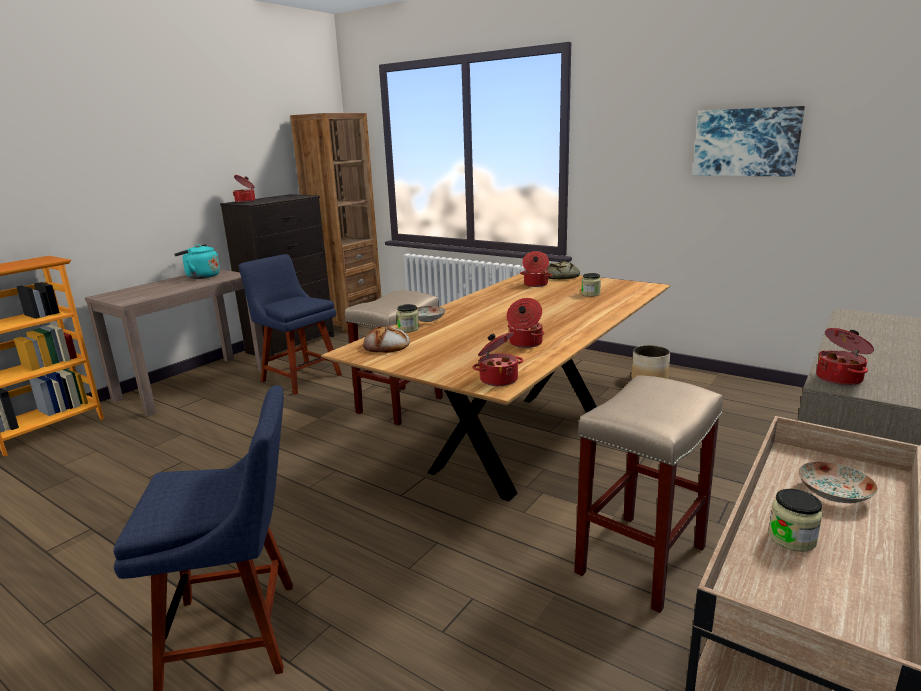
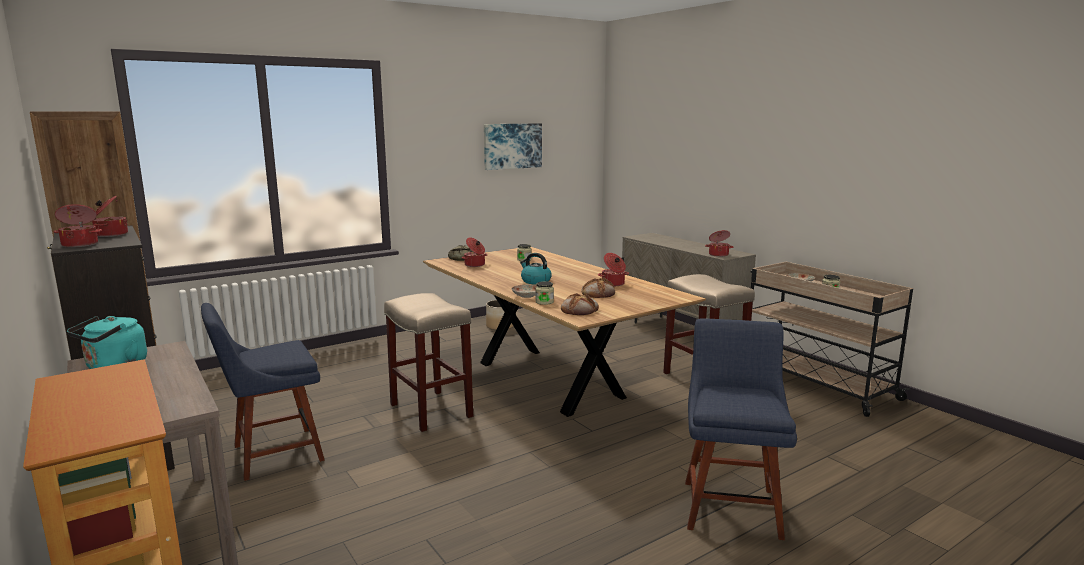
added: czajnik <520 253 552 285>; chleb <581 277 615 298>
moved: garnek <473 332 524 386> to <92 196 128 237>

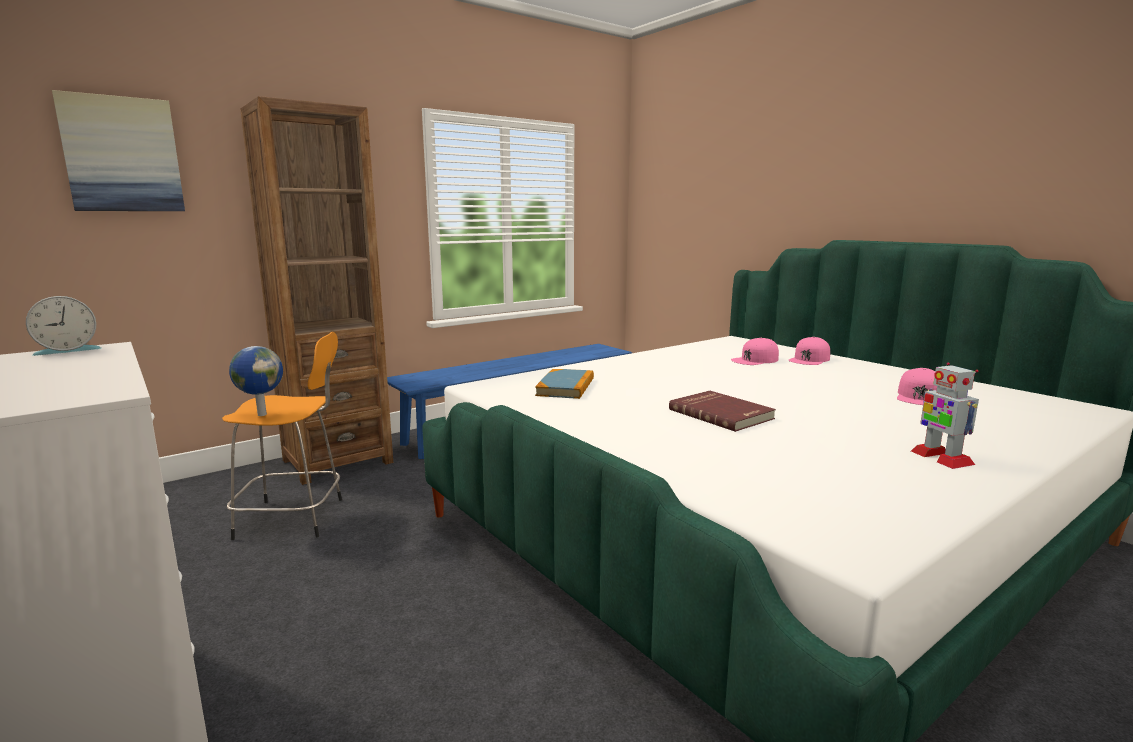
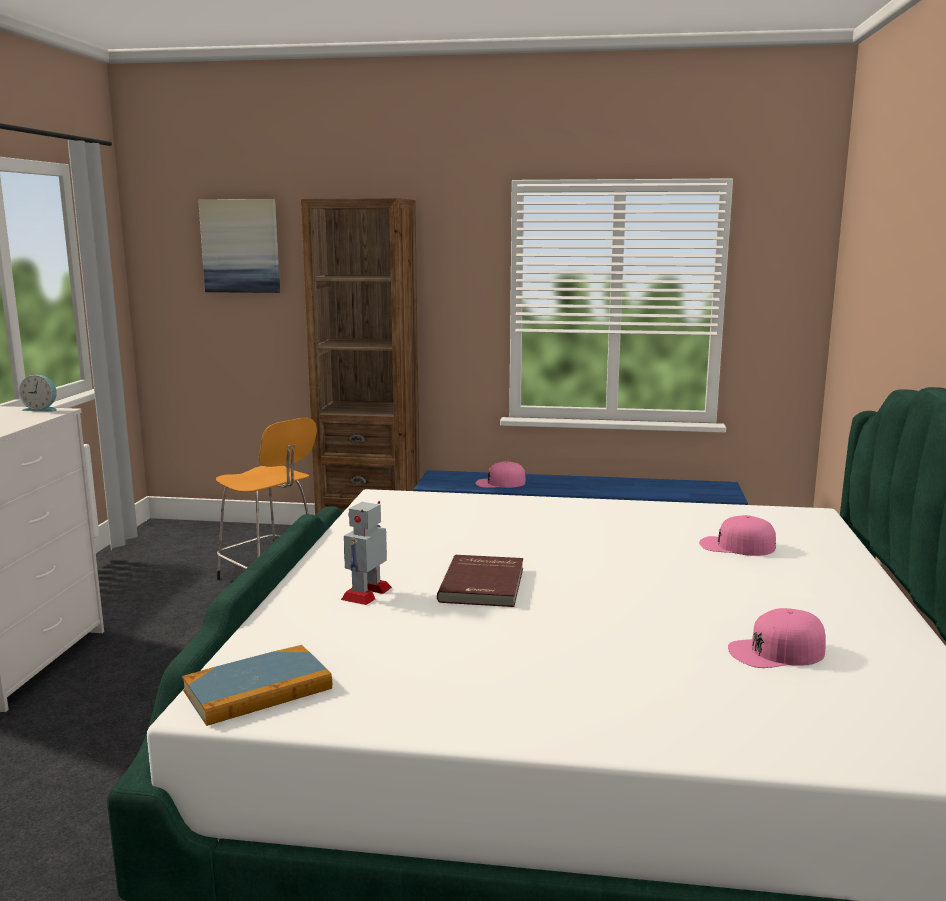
removed: globus <229 346 283 416>
moved: czapka z daszkiem [różowy] <789 337 830 365> to <475 461 526 488>; robot zabawkowy <911 363 979 469> to <341 501 392 605>; książka <535 369 594 399> to <182 645 332 726>

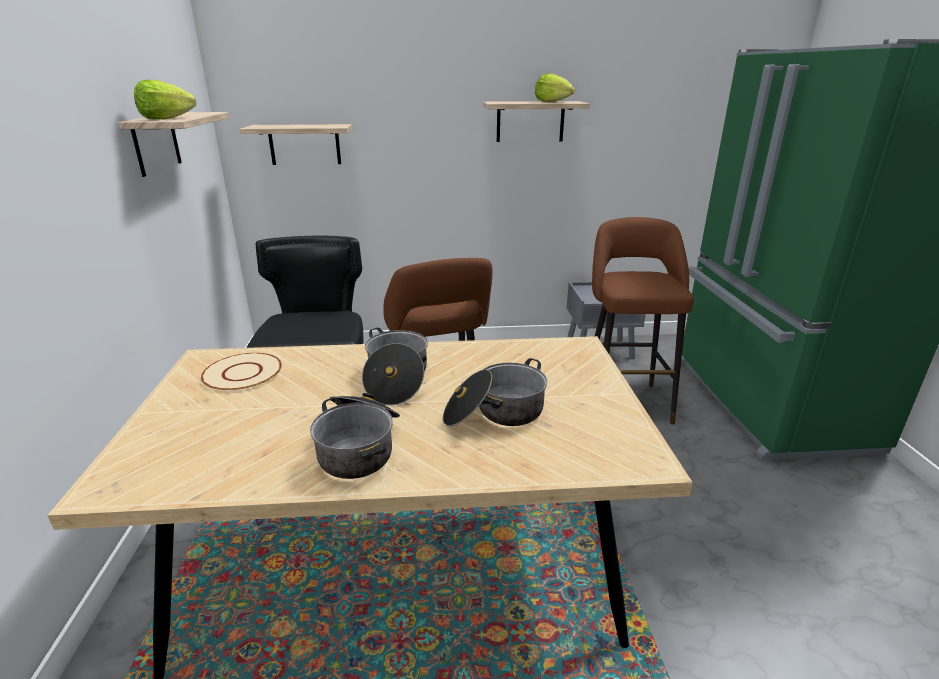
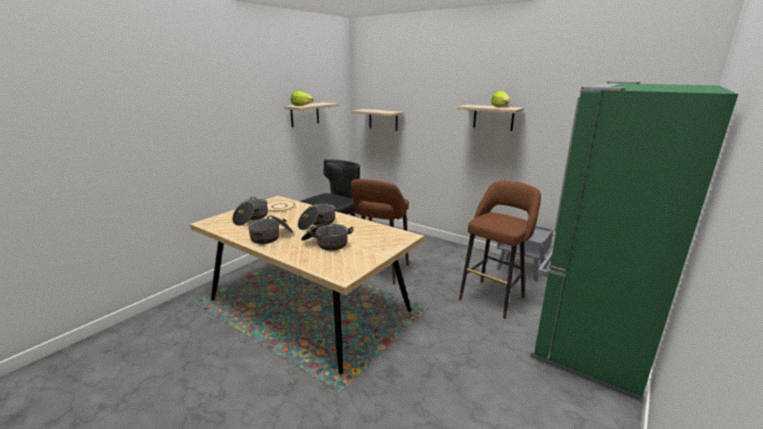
added: garnek <232 197 268 226>

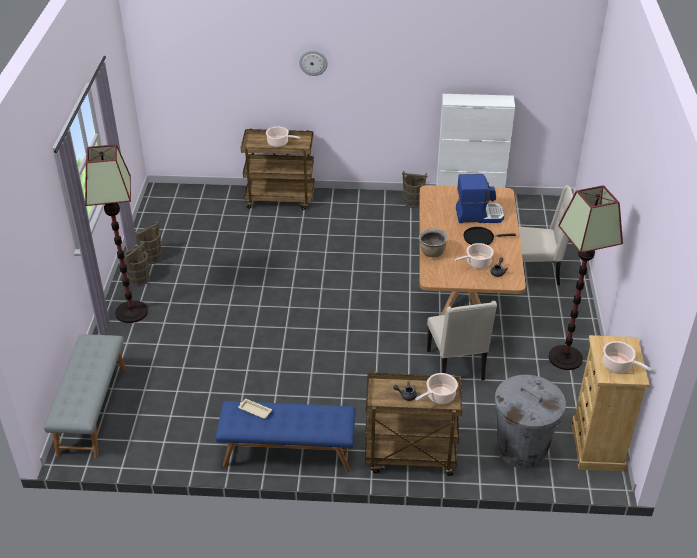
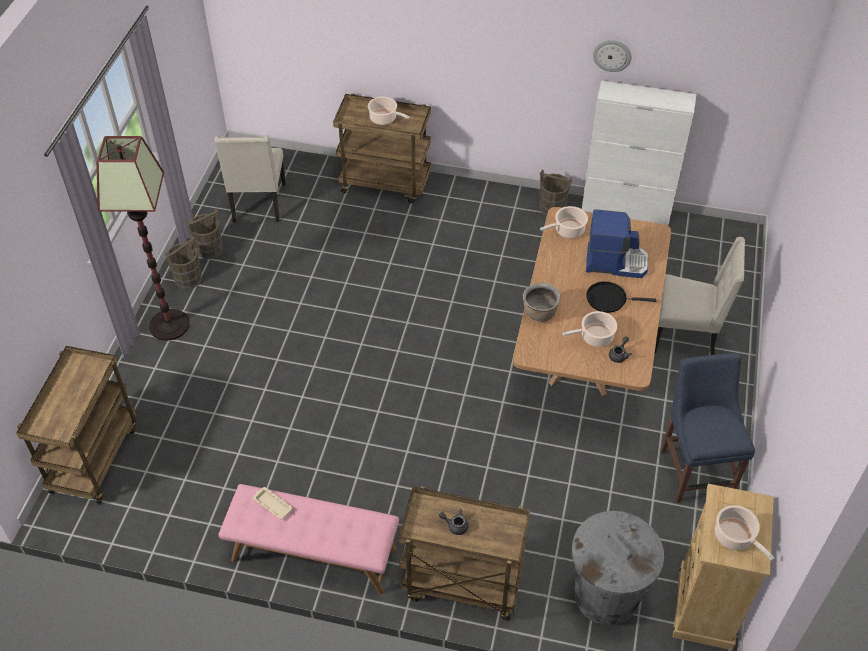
moved: zegar ścienny <299 50 328 76> to <593 40 632 72>; krzesło [beżowy] <427 301 497 380> to <214 136 286 222>; garnek <415 373 458 404> to <540 206 588 239>
replaced: lampa stojąca <549 185 623 370> to krzesło [niebieski] <661 353 755 503>; ławka [szary] <44 334 126 459> to wózek [brązowy] <16 346 136 504>
recoloured: ławka [niebieski] <216 401 356 472> to ławka [różowy] <219 484 399 594>

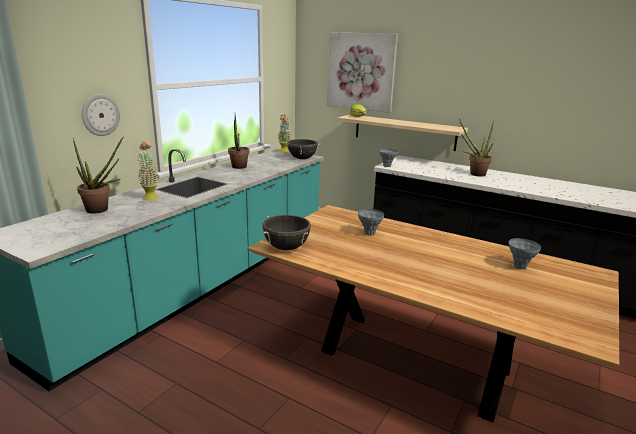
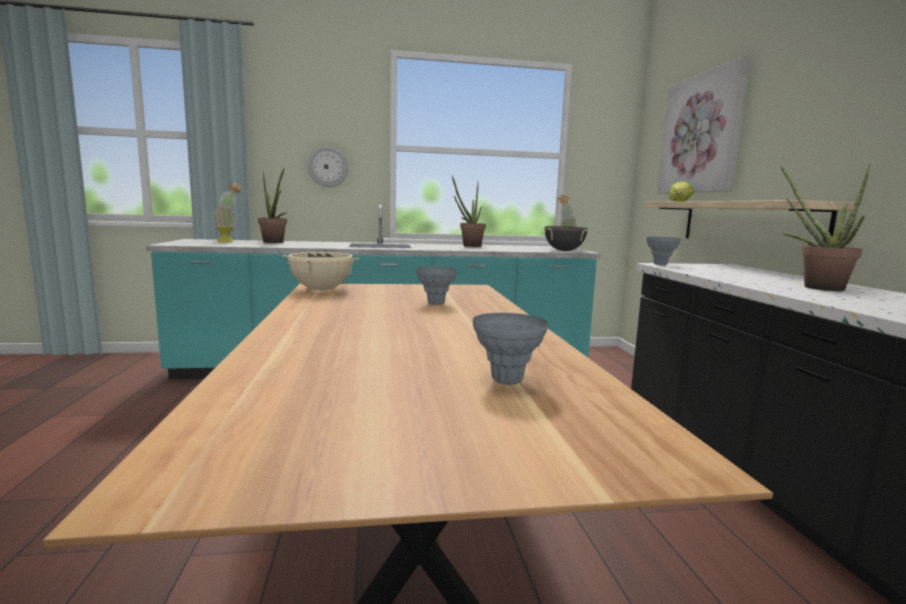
moved: roślina doniczkowa <138 141 159 201> to <214 183 241 243>
recoloured: garnek [czarny] <262 215 311 250> to garnek [beżowy] <283 252 360 290>

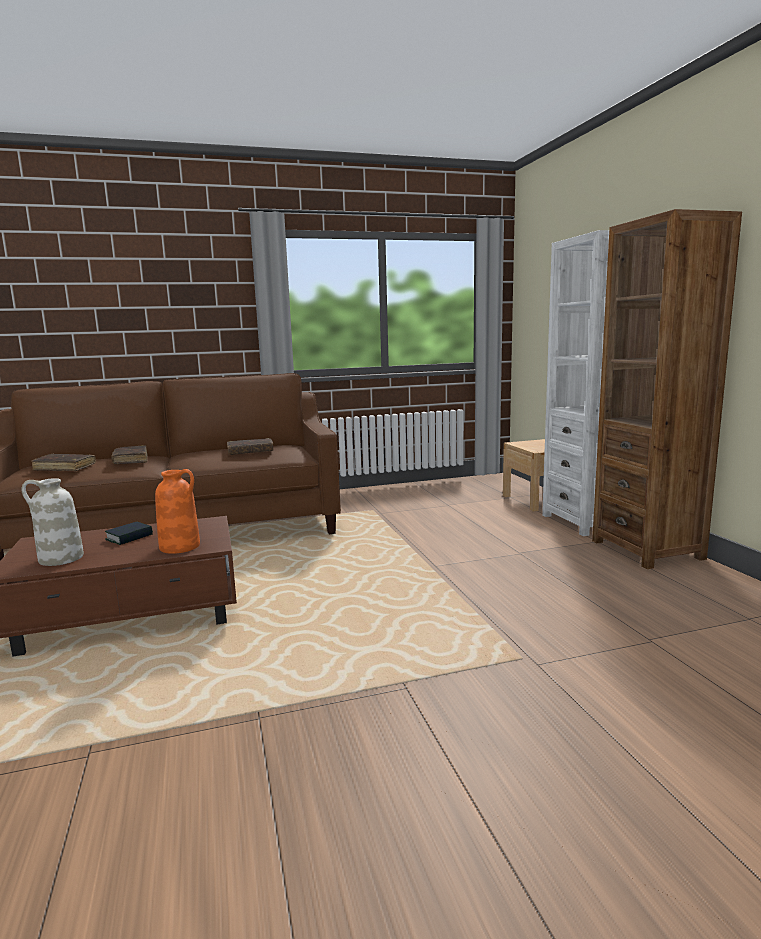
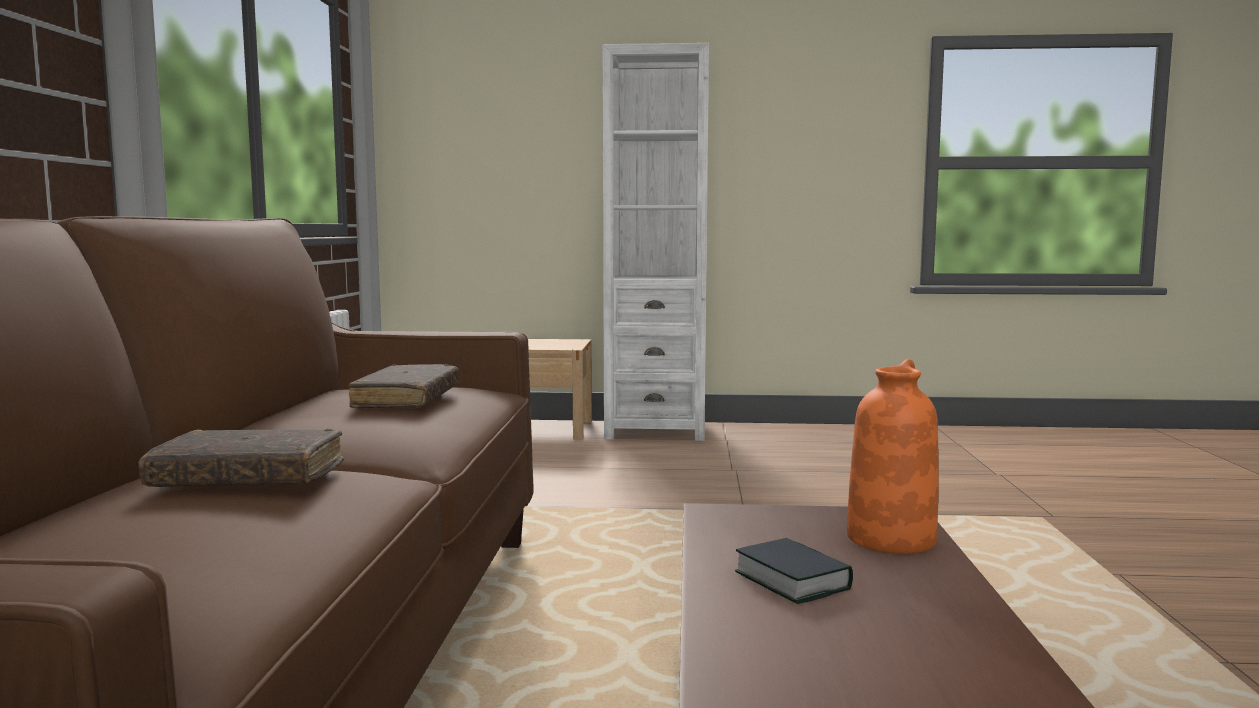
removed: regał [brązowy] <592 209 742 569>; książka [brązowy] <31 454 96 471>; wazon [biały] <21 478 84 566>

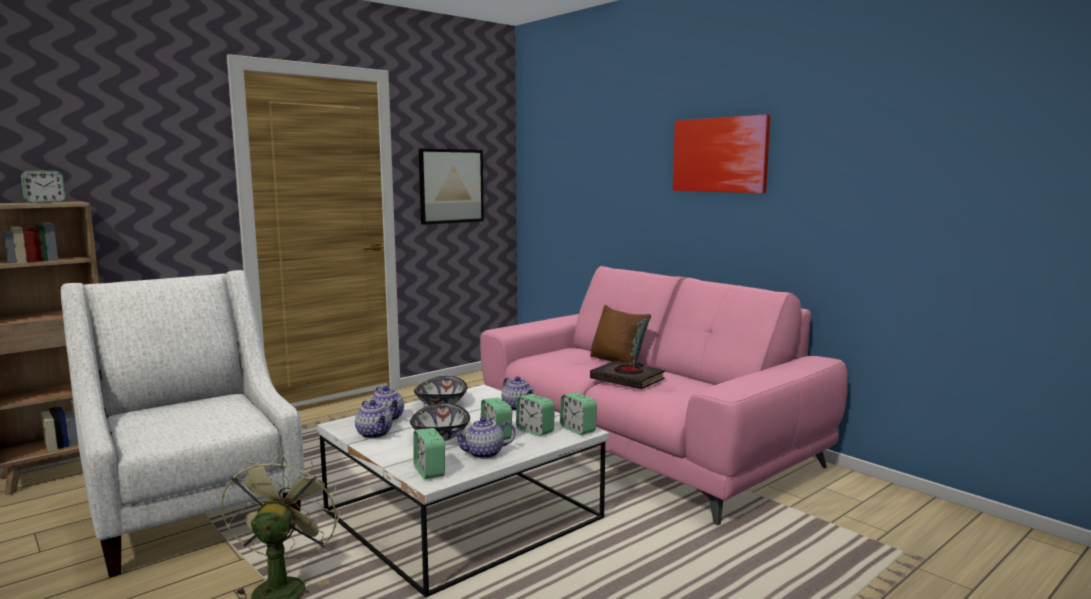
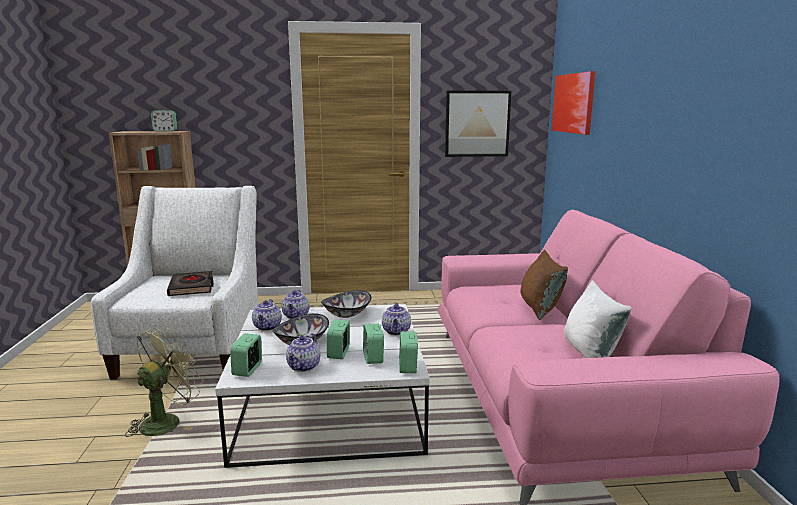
added: poduszka [biały] <564 280 632 358>
moved: obraz <673 114 770 193> to <552 71 595 135>; książka [czarny] <590 361 665 389> to <167 271 213 296>
turned: imbryk <451 417 516 459> = <286 333 320 372> 90 degrees counterclockwise

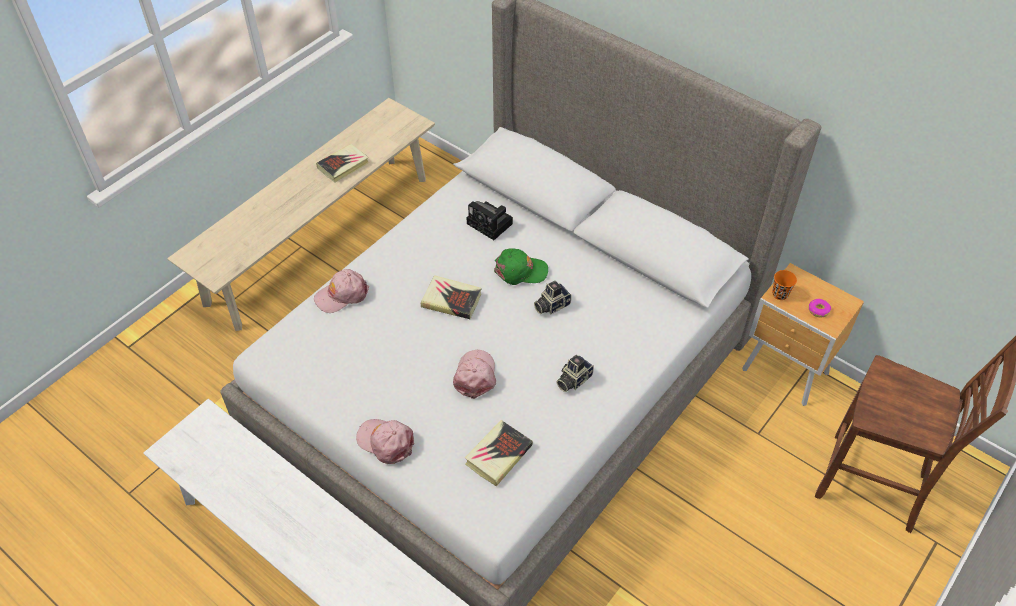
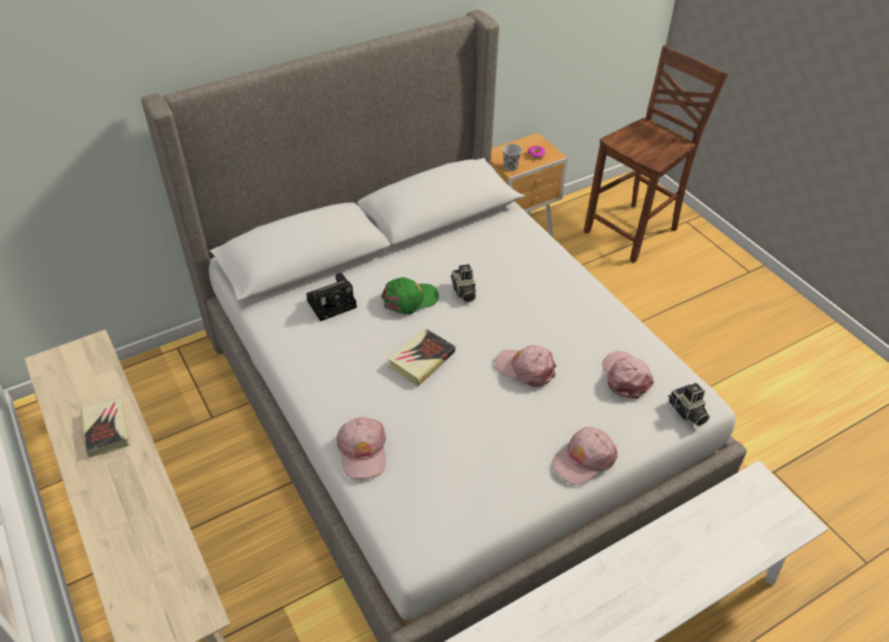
moved: aparat fotograficzny <557 355 594 392> to <668 383 710 426>
replaced: książka <465 420 533 487> to czapka z daszkiem [różowy] <602 351 654 399>
recoloured: filiżanka [pomarańczowy] <772 270 797 300> to filiżanka [czarny] <503 144 522 171>
turned: czapka z daszkiem [zielony] <494 248 548 285> = <381 277 439 315> 45 degrees clockwise

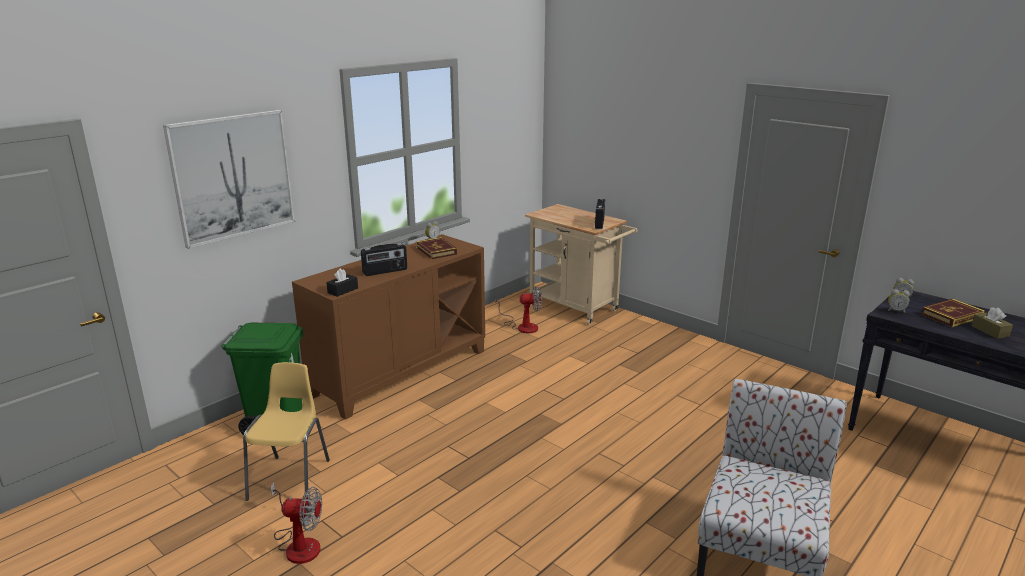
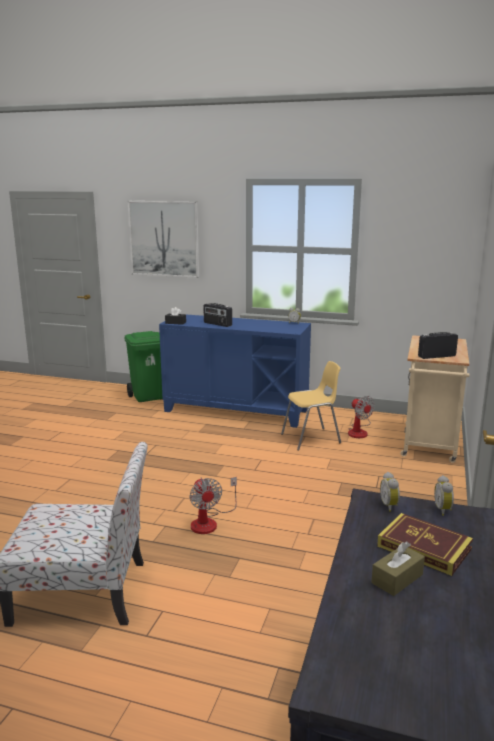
removed: książka <416 237 457 259>
moved: krzesło [żółty] <243 362 330 501> to <281 361 341 451>; wentylator <271 482 322 564> to <190 477 237 534>
recoloured: szafka [brązowy] <292 234 485 420> to szafka [niebieski] <159 315 311 428>

